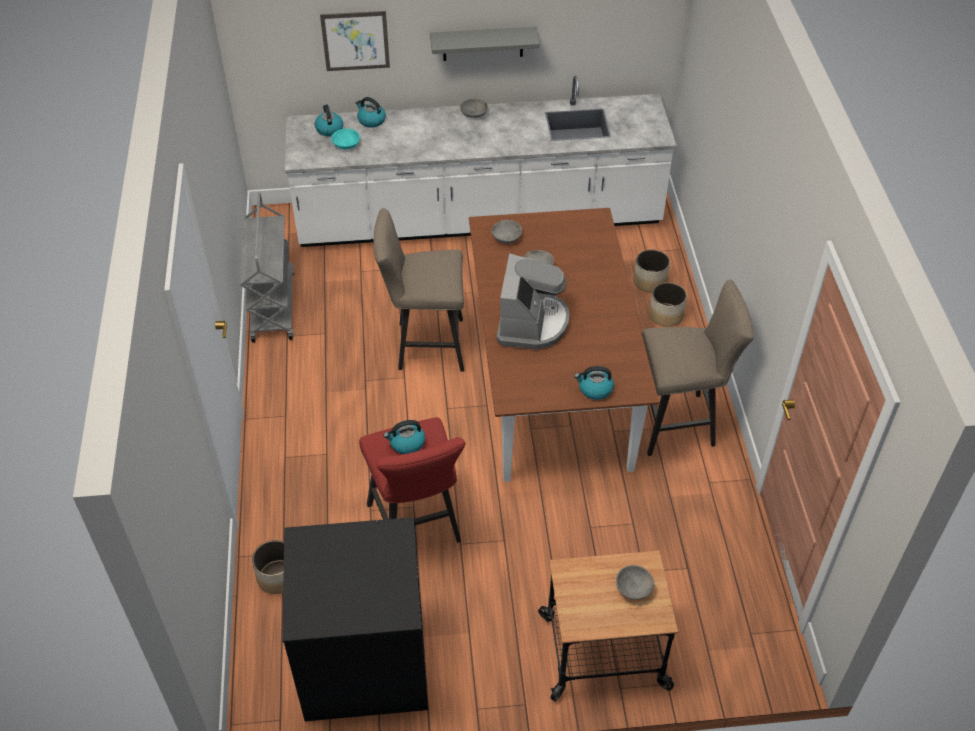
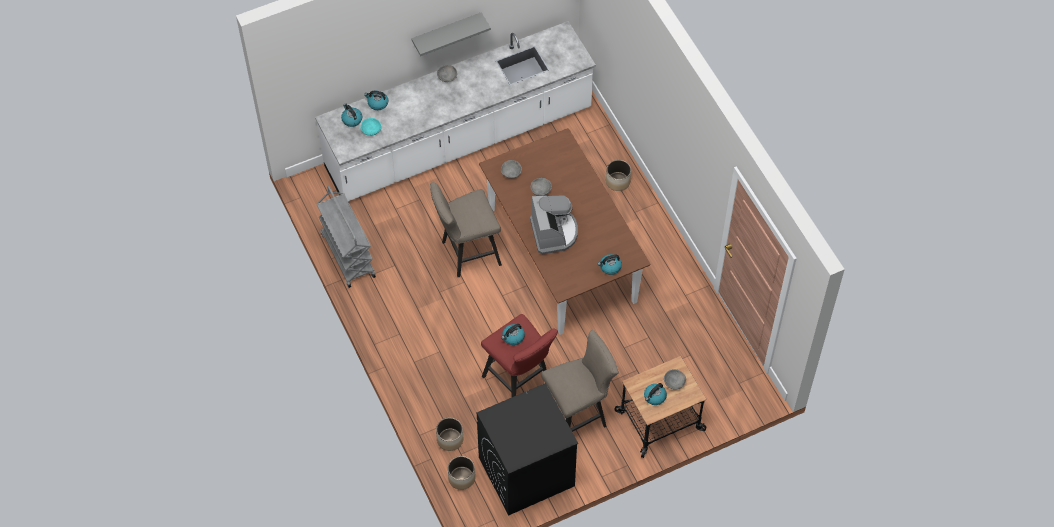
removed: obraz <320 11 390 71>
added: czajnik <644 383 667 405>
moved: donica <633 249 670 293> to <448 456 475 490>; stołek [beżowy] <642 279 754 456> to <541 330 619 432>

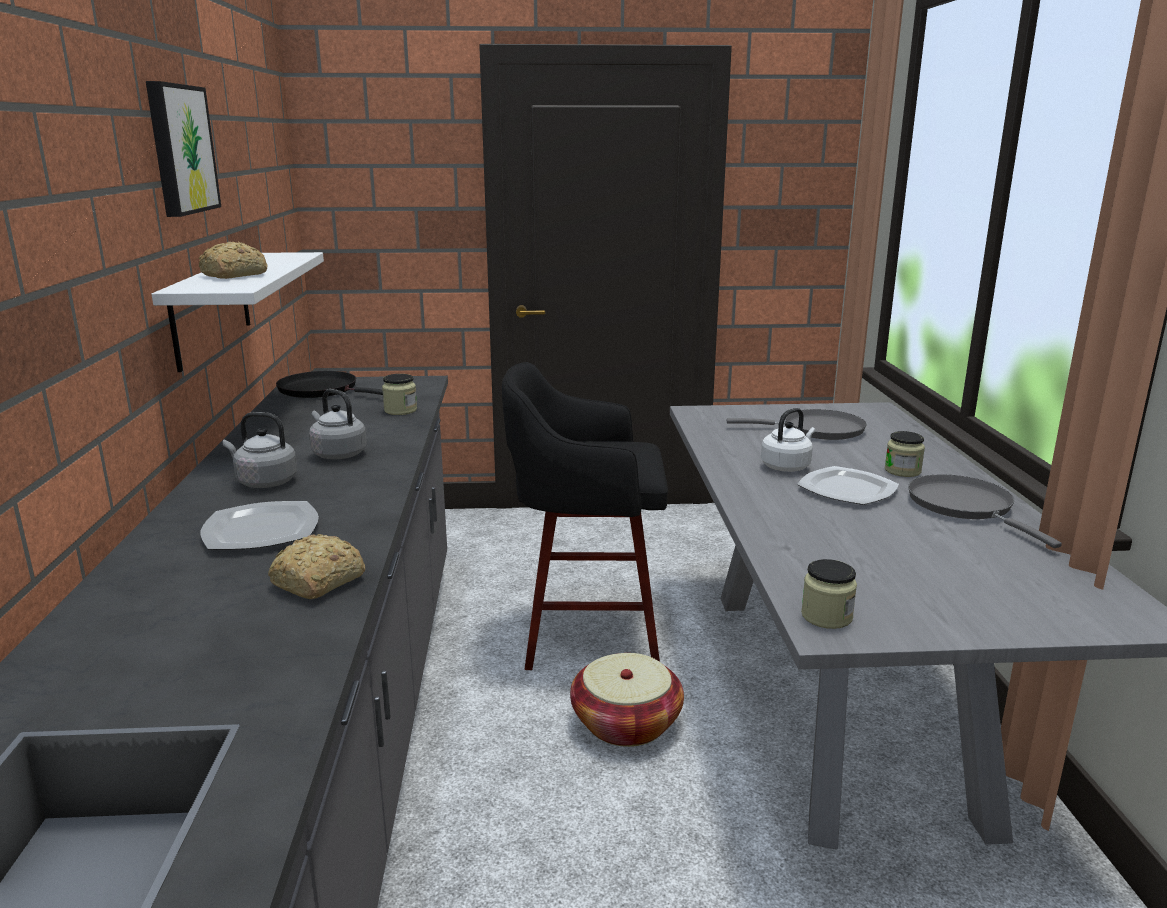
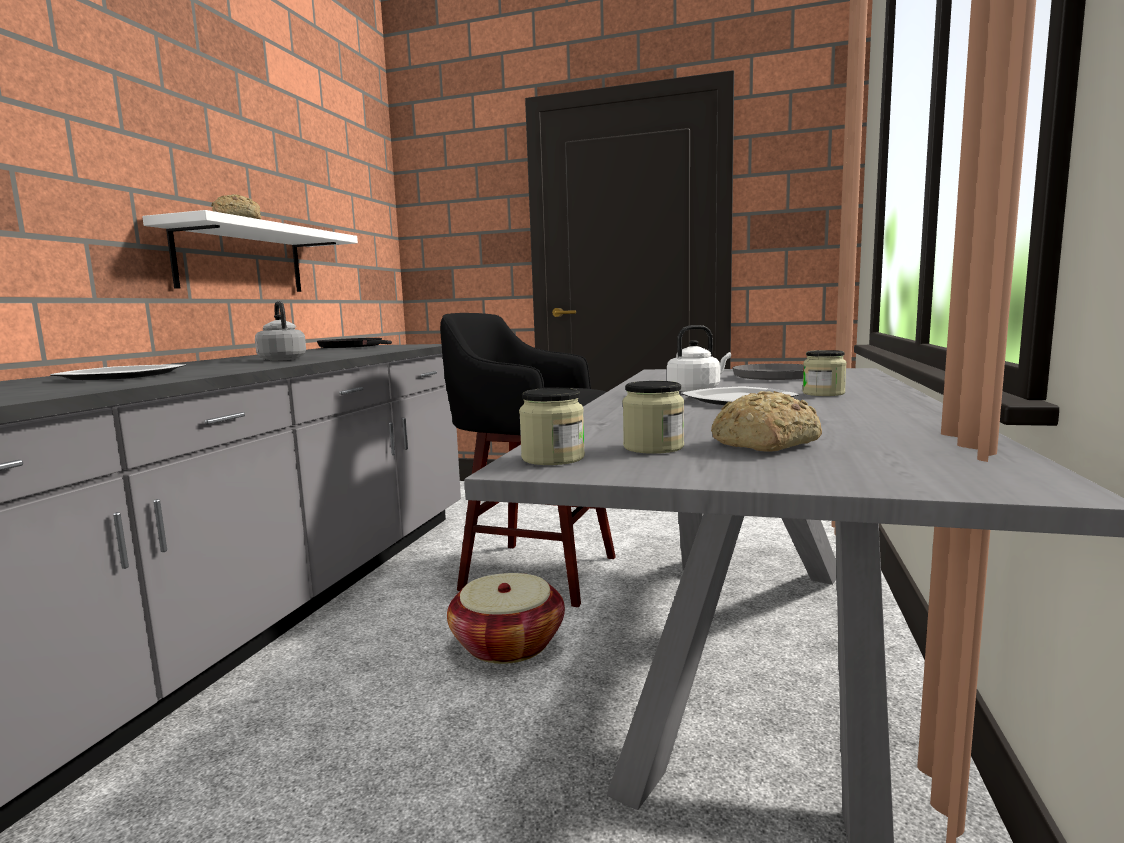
removed: obraz <146 81 221 217>; czajnik [szary] <223 412 297 488>; patelnia [szary] <908 474 1062 548>
moved: słoik <382 374 417 415> to <623 381 684 454>; chleb <268 534 365 599> to <711 391 822 452>

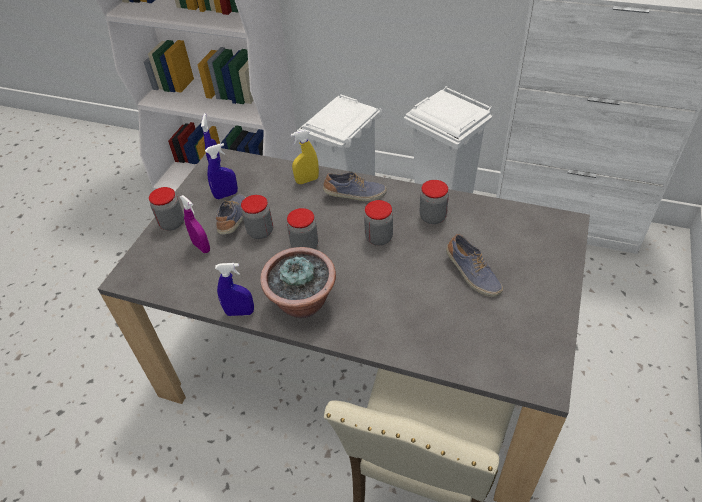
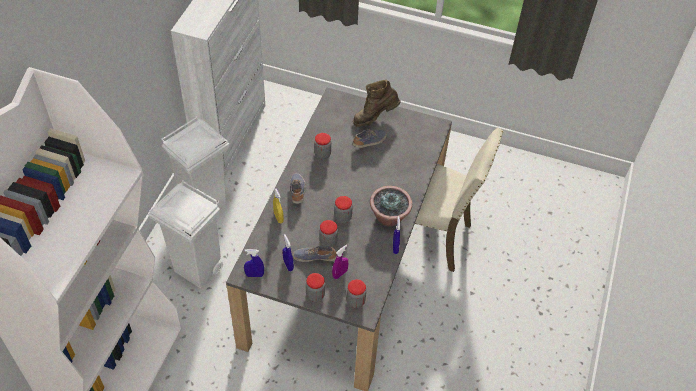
added: but z cholewką [brązowy] <353 80 400 127>
moved: słoik <364 200 393 245> to <346 279 366 308>

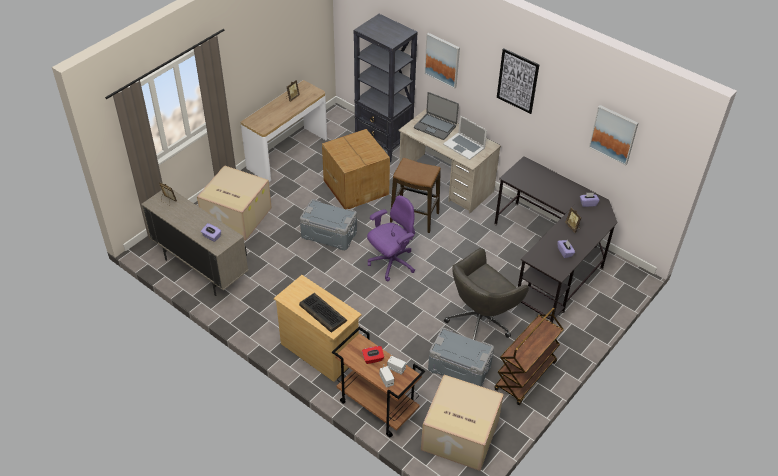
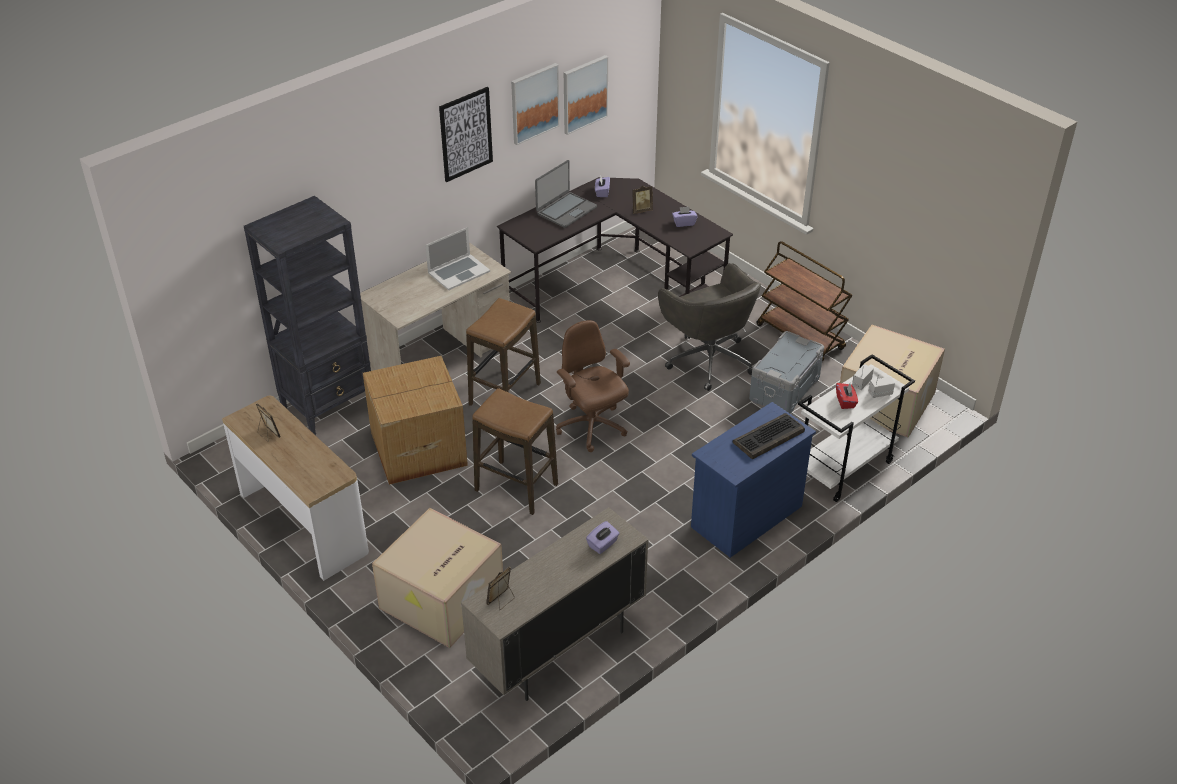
moved: obraz <424 33 460 89> to <511 63 560 145>; laptop <414 92 459 140> to <535 160 597 228>
replaced: pojemnik do przechowywania [szary] <300 199 357 250> to stołek <473 388 558 515>
recoloured: krzesło biurowe [fioletowy] <367 195 415 281> to krzesło biurowe [brązowy] <556 320 630 452>; komoda [beżowy] <274 275 362 382> to komoda [niebieski] <691 402 816 558>; wózek [brązowy] <332 327 425 437> to wózek [biały] <798 354 915 502>

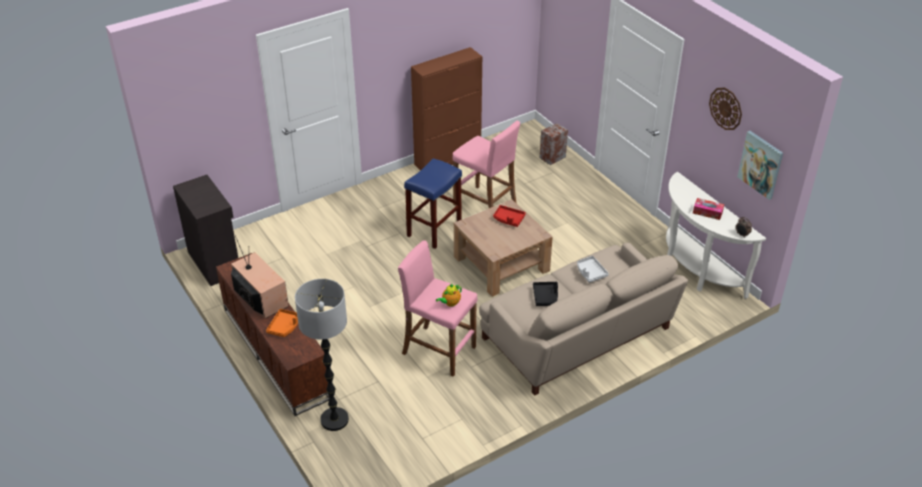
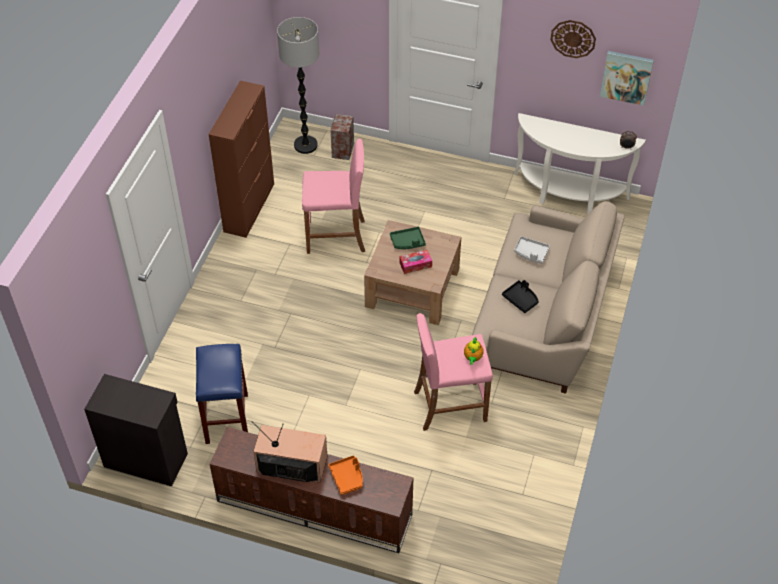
moved: stołek [niebieski] <404 158 462 249> to <196 344 248 444>; pudełko chusteczek <693 198 724 220> to <400 250 432 274>; lampa stojąca <295 279 349 431> to <277 17 319 154>
recoloured: taca [czerwony] <493 205 526 227> to taca [zielony] <390 227 426 249>

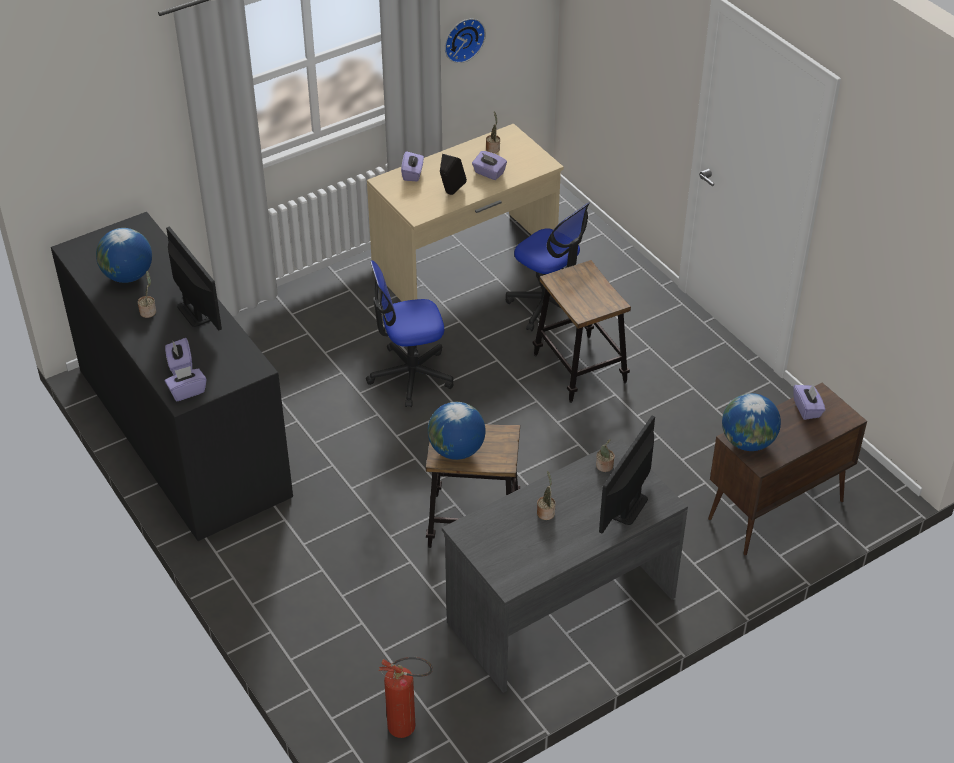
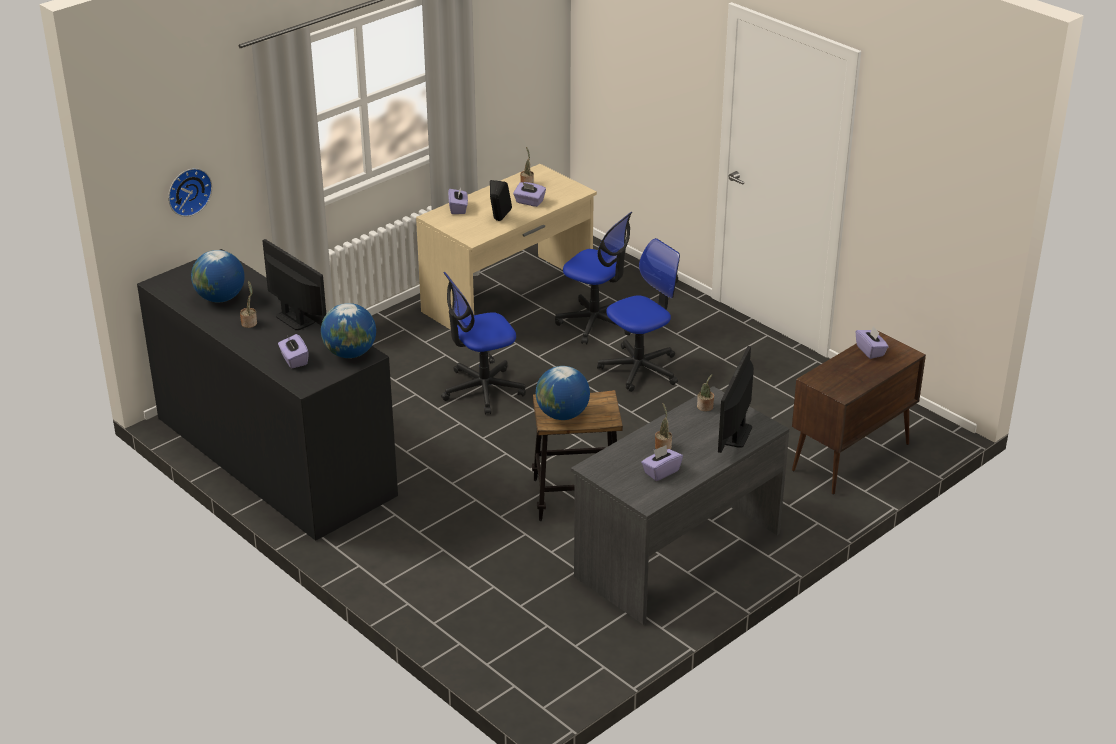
removed: gaśnica <378 657 433 738>
moved: zegar ścienny <445 19 486 63> to <168 168 212 217>; pudełko chusteczek [fioletowy] <165 366 207 401> to <641 445 683 481>; globus <722 393 781 451> to <321 303 376 358>
replaced: stołek <533 260 631 403> to krzesło biurowe <597 238 680 392>

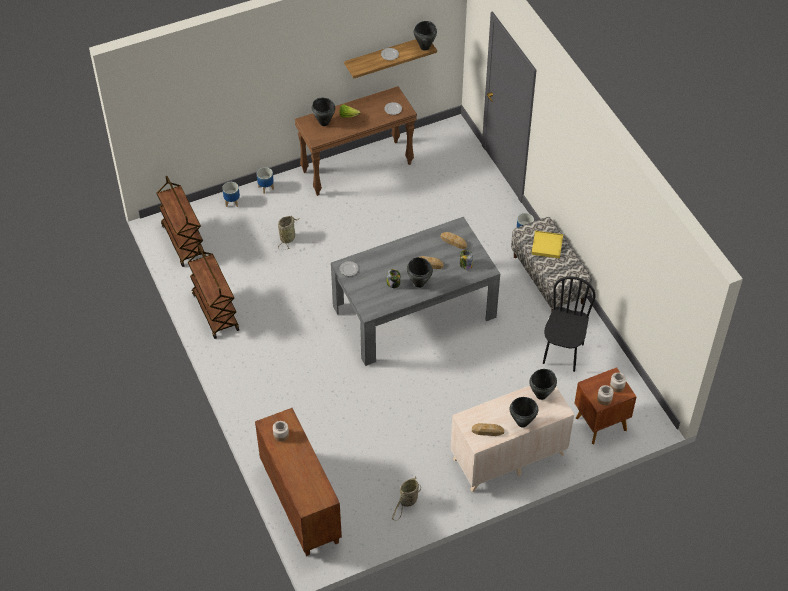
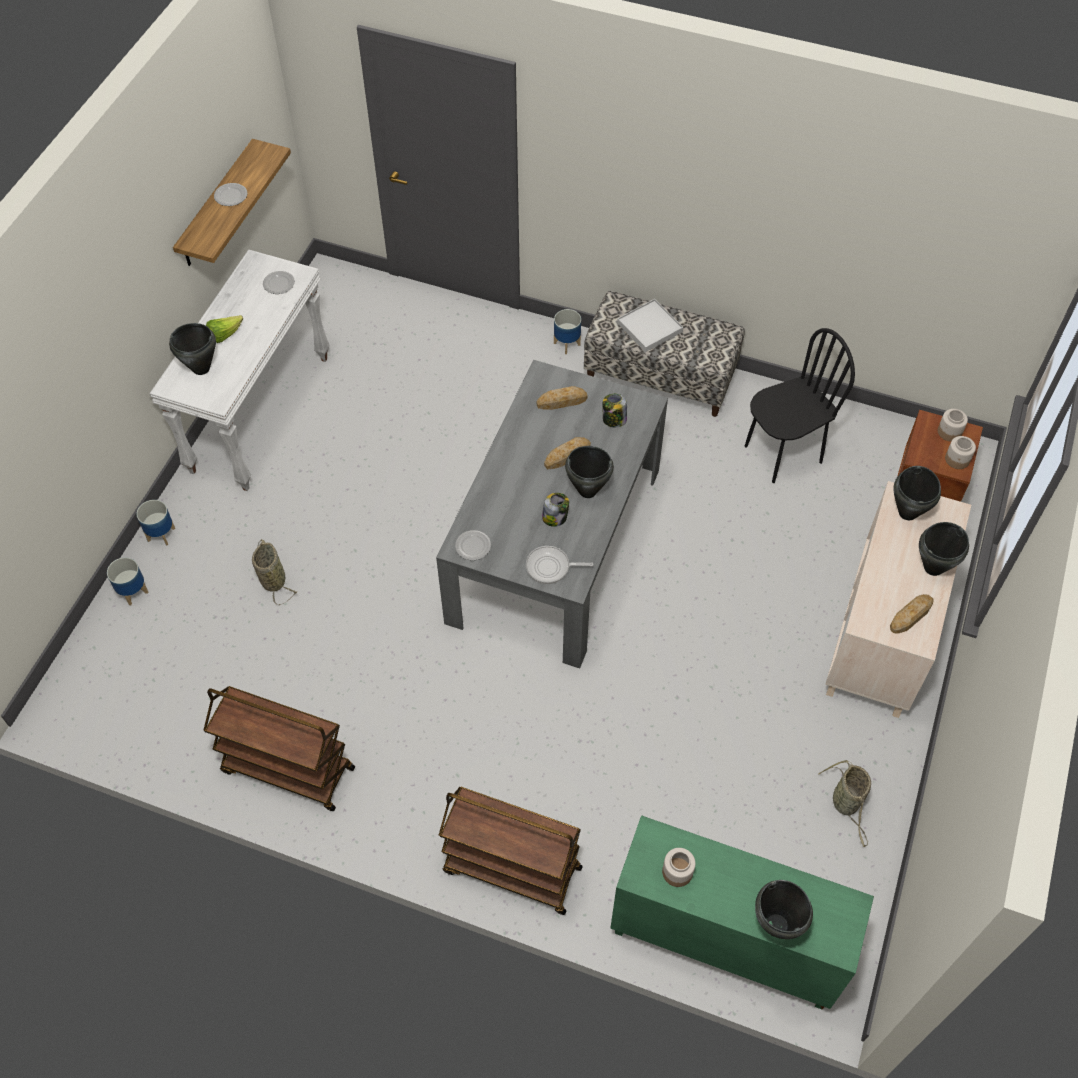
added: patelnia <526 546 594 584>
moved: garnek [czarny] <414 21 437 50> to <755 880 813 939>; wózek [brązowy] <157 176 206 267> to <439 787 583 915>
recoloured: stolik konsolowy [brązowy] <295 86 417 196> to stolik konsolowy [biały] <149 249 330 491>; taca [żółty] <531 231 563 259> to taca [biały] <617 299 683 352>; szafka [brązowy] <255 408 342 556> to szafka [zielony] <610 815 874 1009>
turned: krzesło [czarny] <543 276 596 372> = <745 328 855 483> 90 degrees clockwise

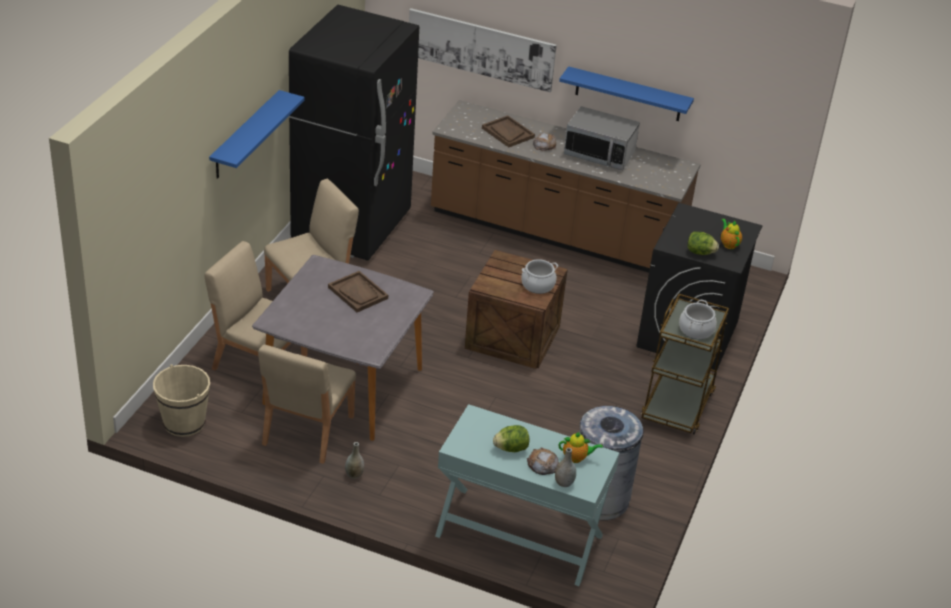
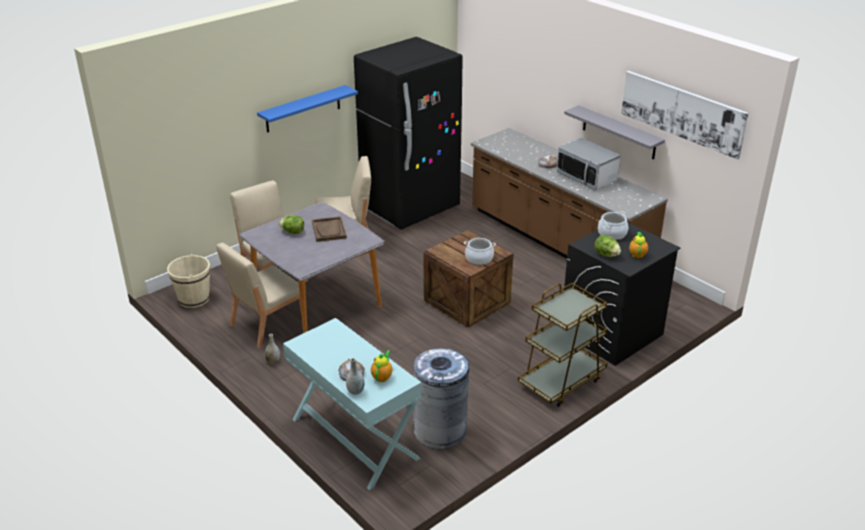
removed: taca [brązowy] <482 115 535 147>
moved: obraz <409 8 557 92> to <621 71 748 160>; garnek <679 300 717 339> to <598 211 628 240>; sałata <493 425 529 452> to <279 215 304 234>
recoloured: półka [niebieski] <559 66 694 121> to półka [szary] <564 105 665 159>
turned: imbryk <559 432 603 463> = <371 350 393 382> 105 degrees counterclockwise

